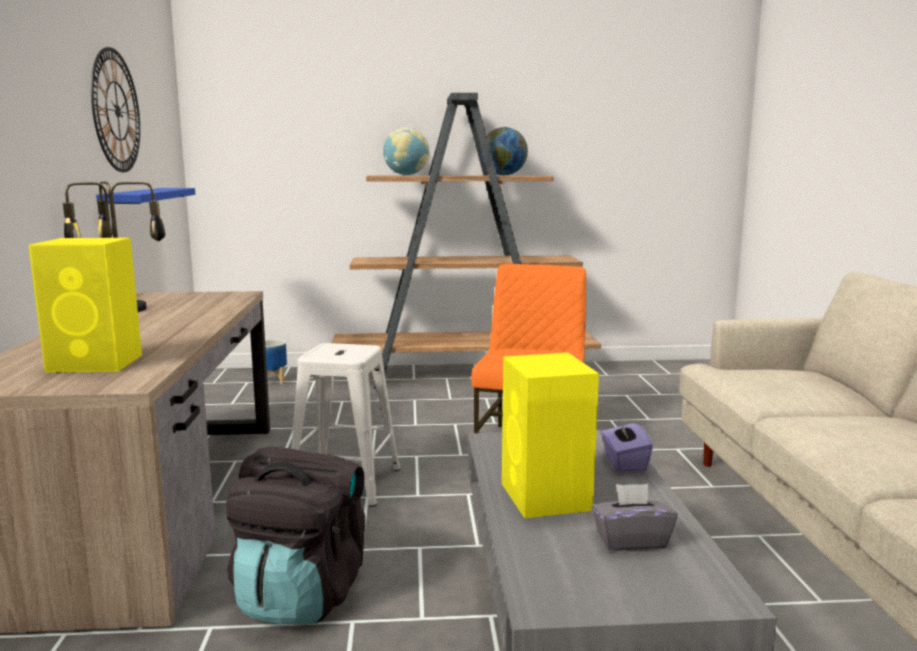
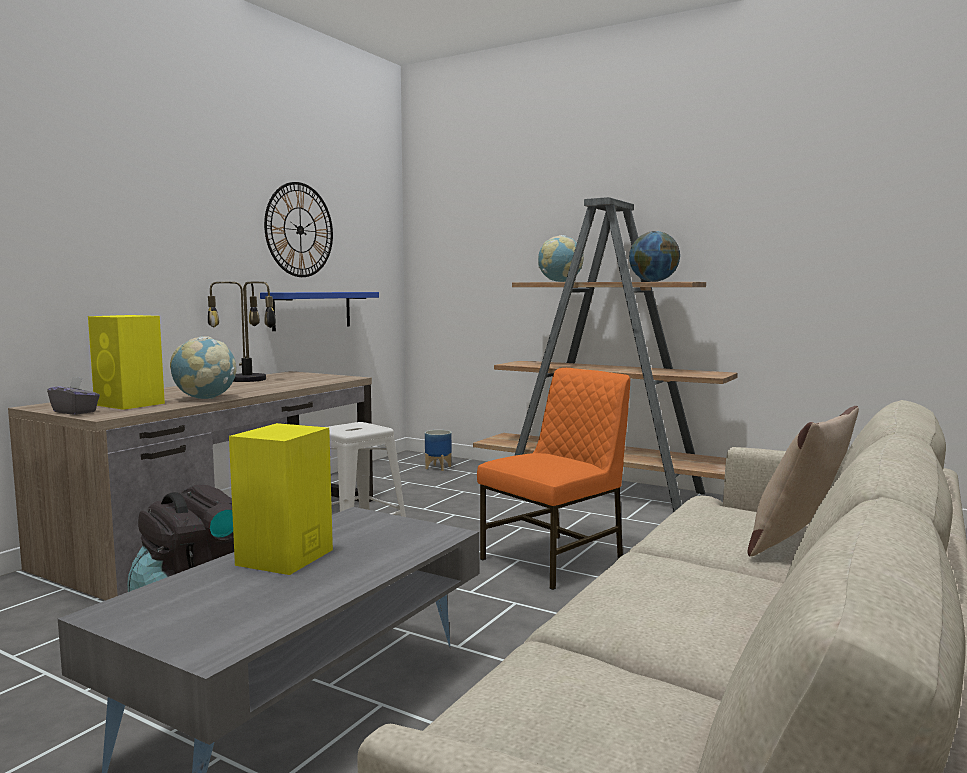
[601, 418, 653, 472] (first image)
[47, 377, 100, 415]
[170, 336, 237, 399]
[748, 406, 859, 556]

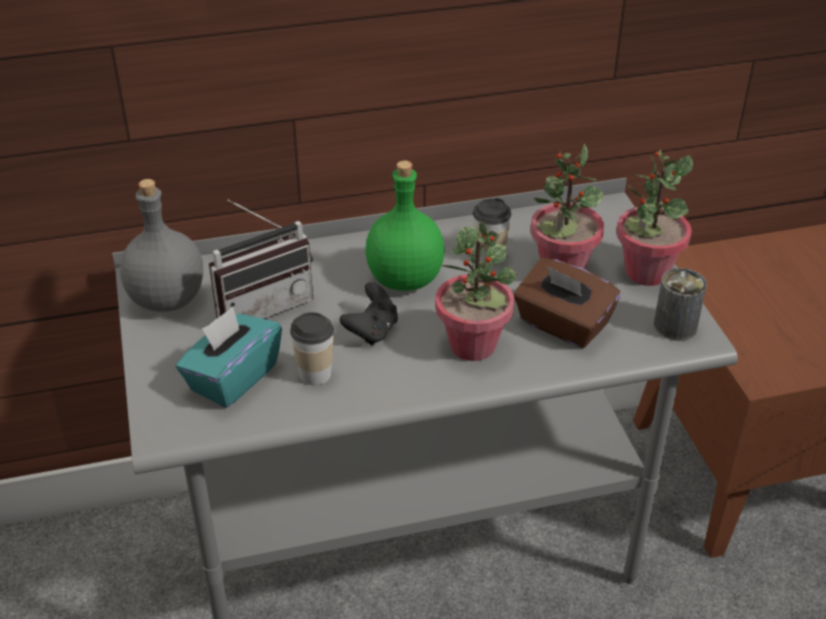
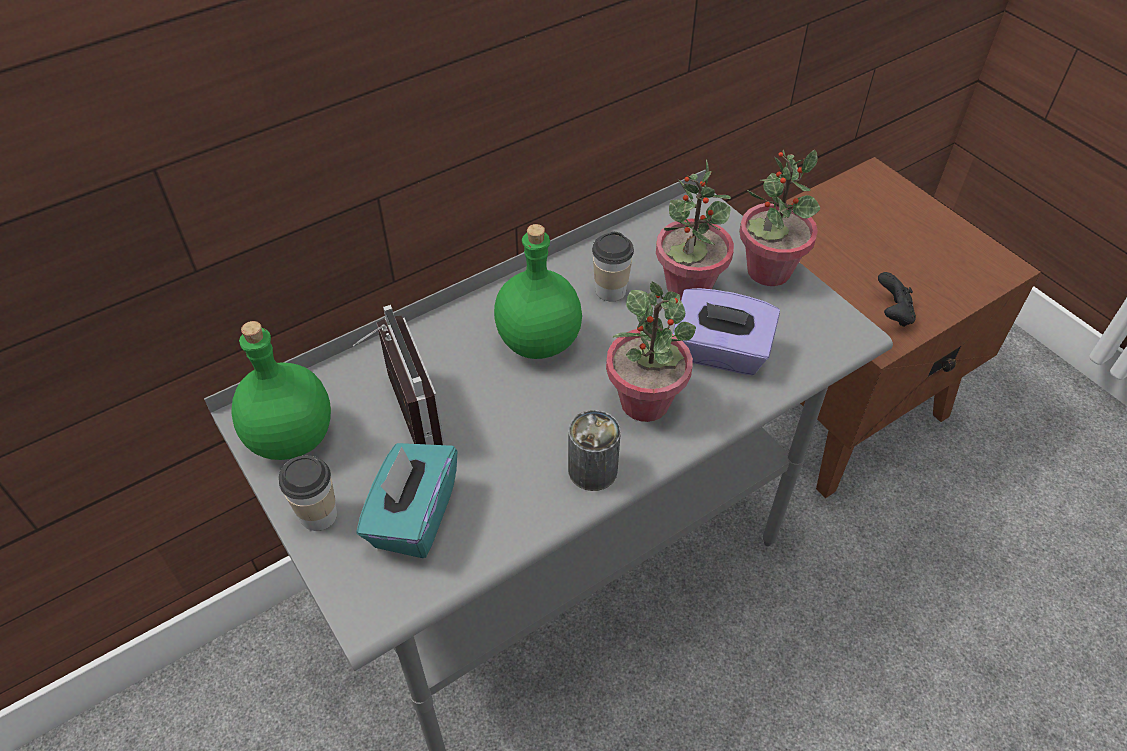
[231, 321, 331, 460]
[353, 305, 444, 445]
[672, 288, 780, 375]
[568, 410, 621, 491]
[878, 272, 916, 327]
[279, 455, 337, 531]

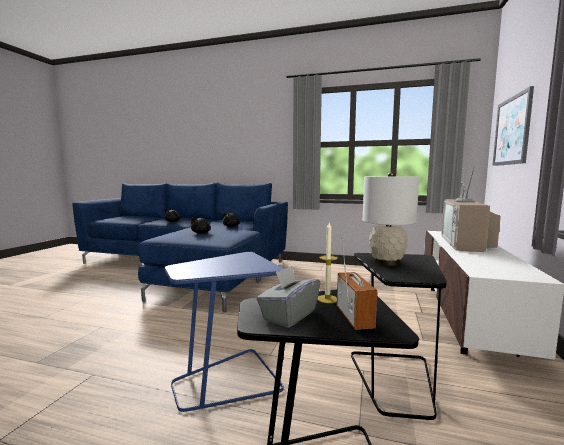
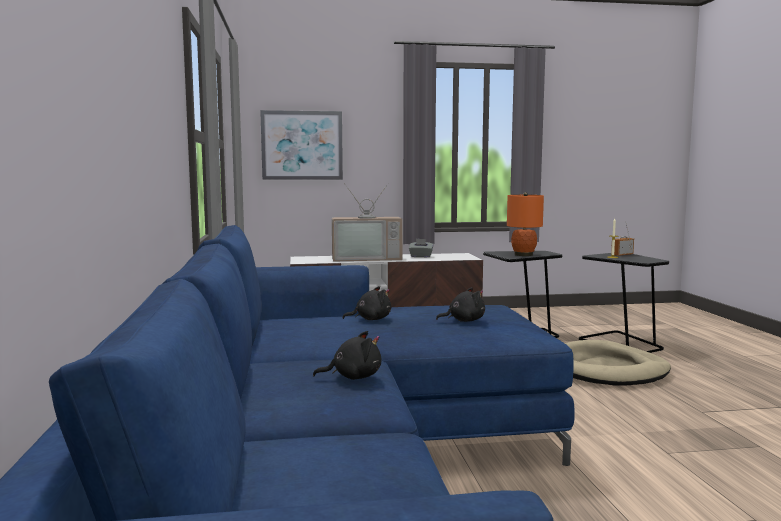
[507, 192, 544, 256]
[565, 340, 671, 385]
[409, 239, 433, 257]

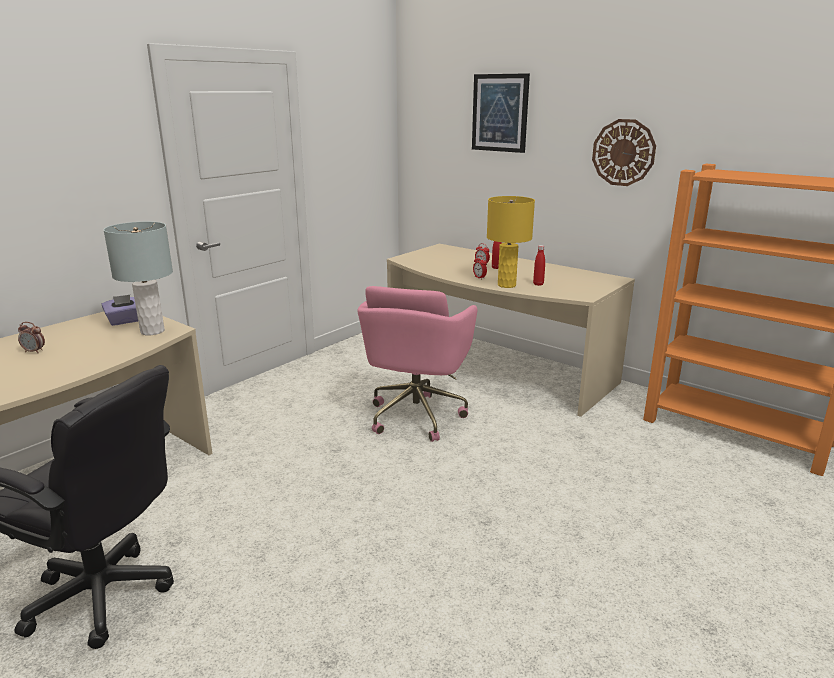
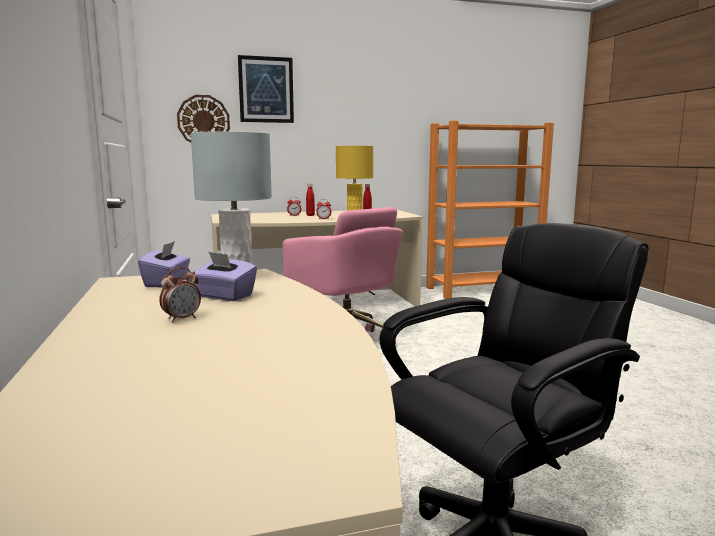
[177, 95, 230, 143]
[191, 252, 257, 301]

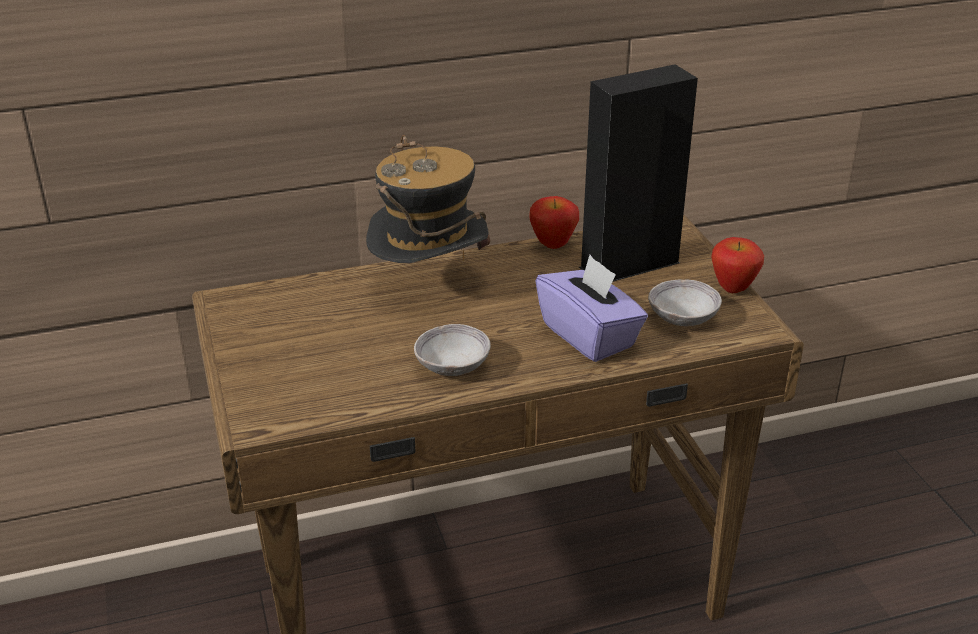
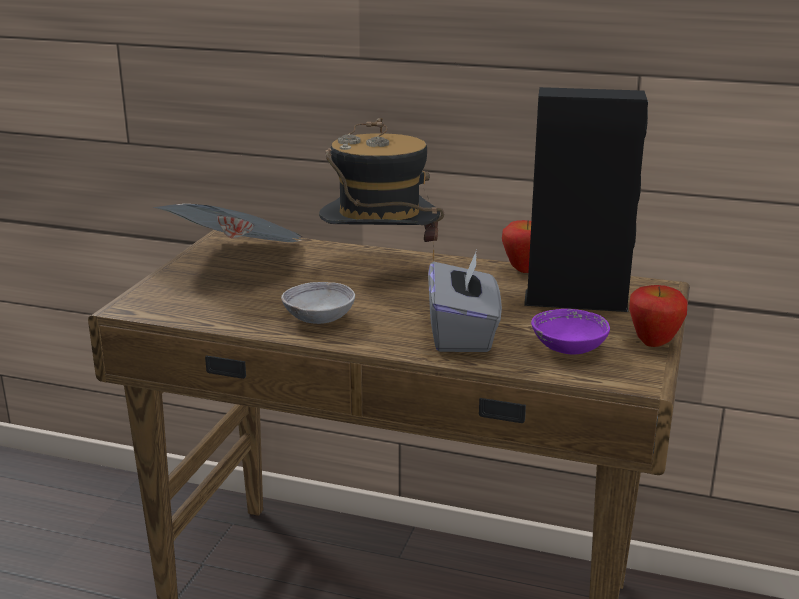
[428, 250, 502, 352]
[531, 309, 610, 354]
[153, 204, 304, 242]

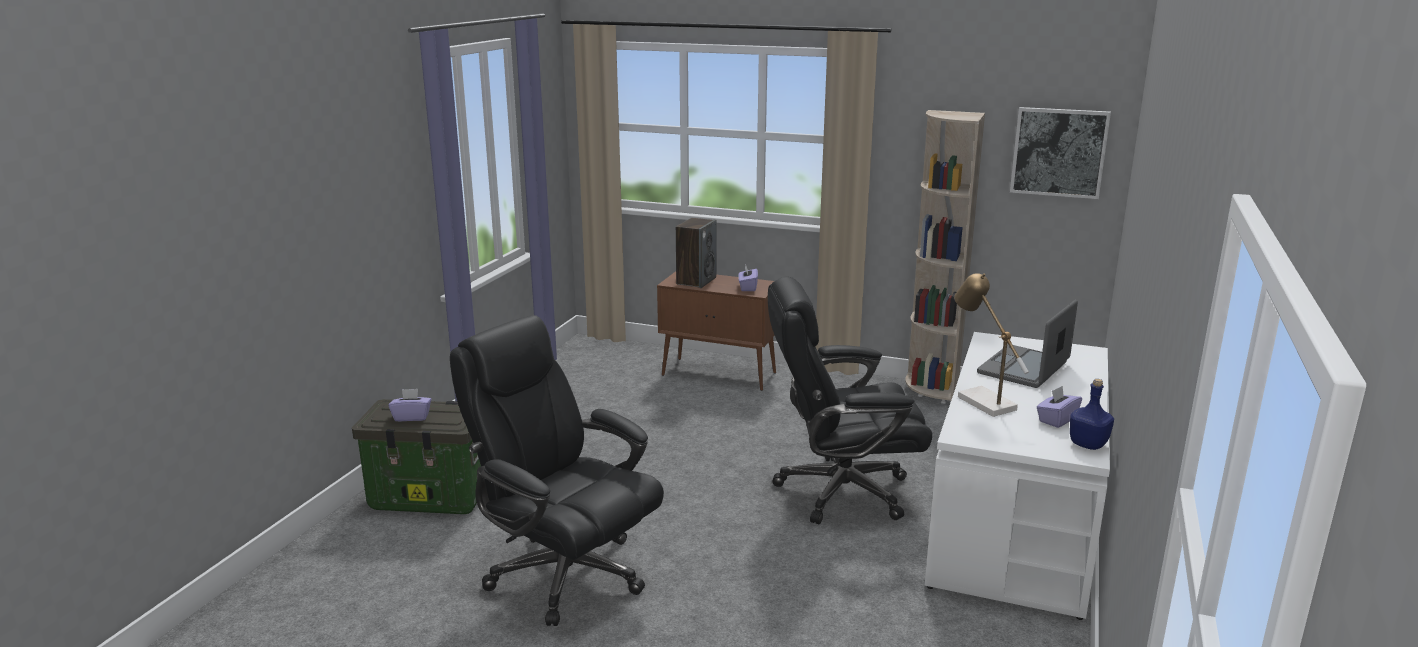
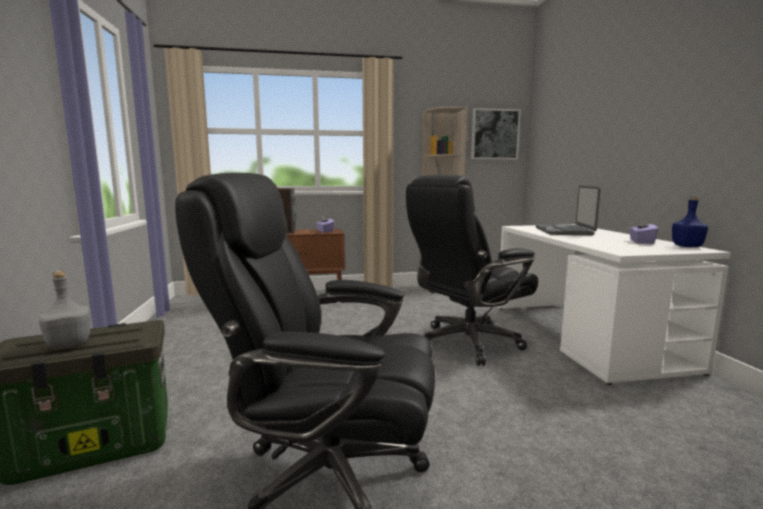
[954, 273, 1029, 417] (first image)
[38, 271, 90, 349]

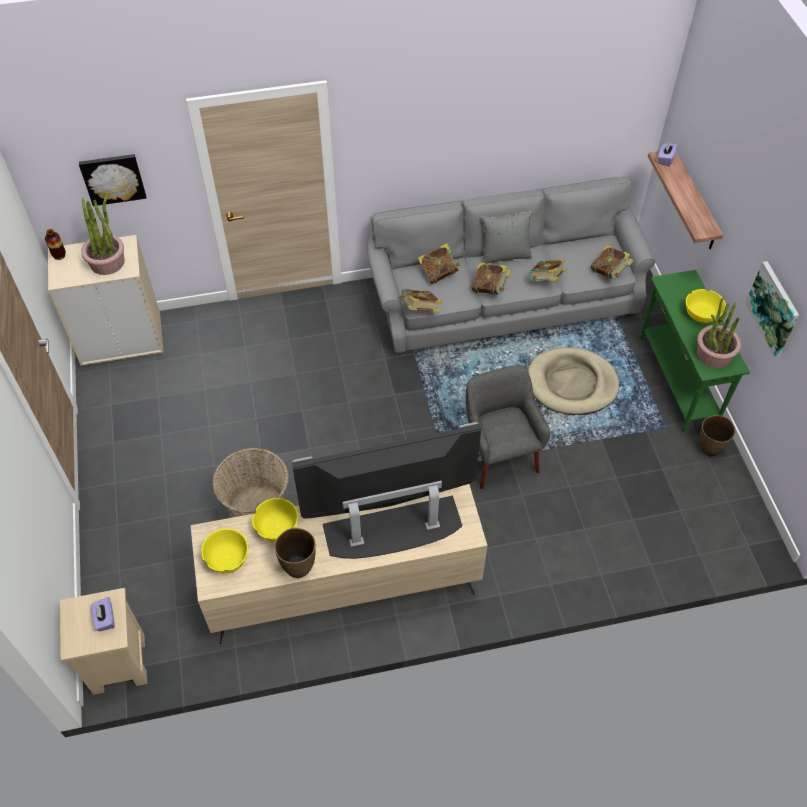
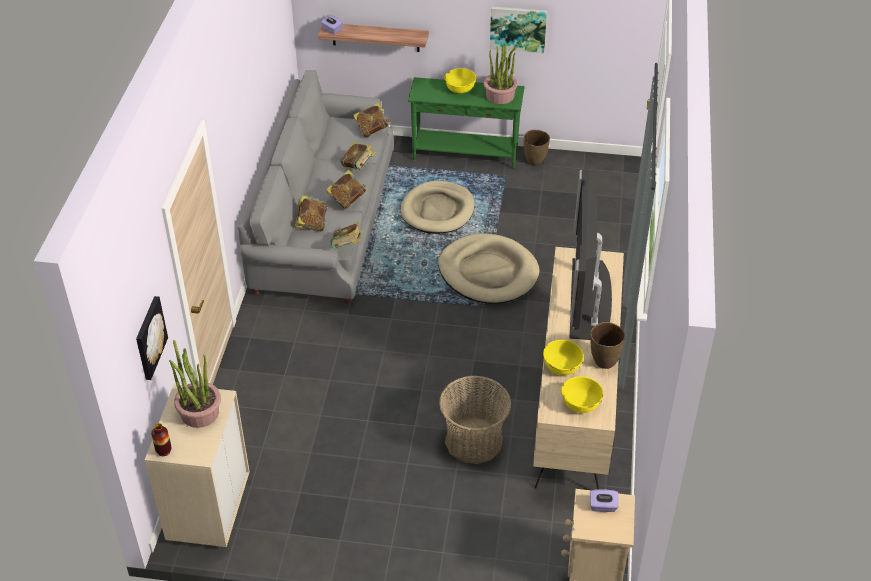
[481, 211, 532, 264] (first image)
[438, 234, 540, 304]

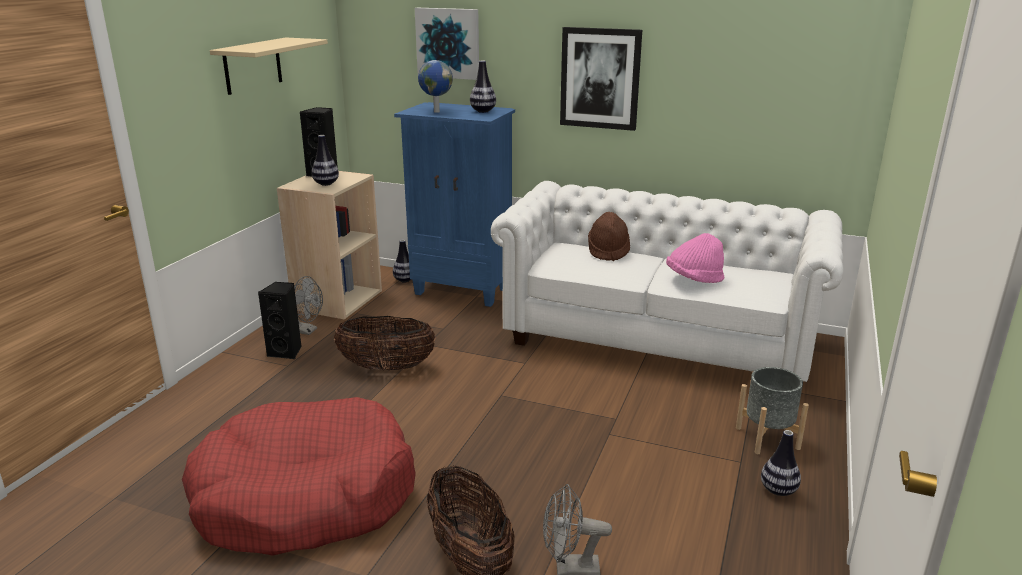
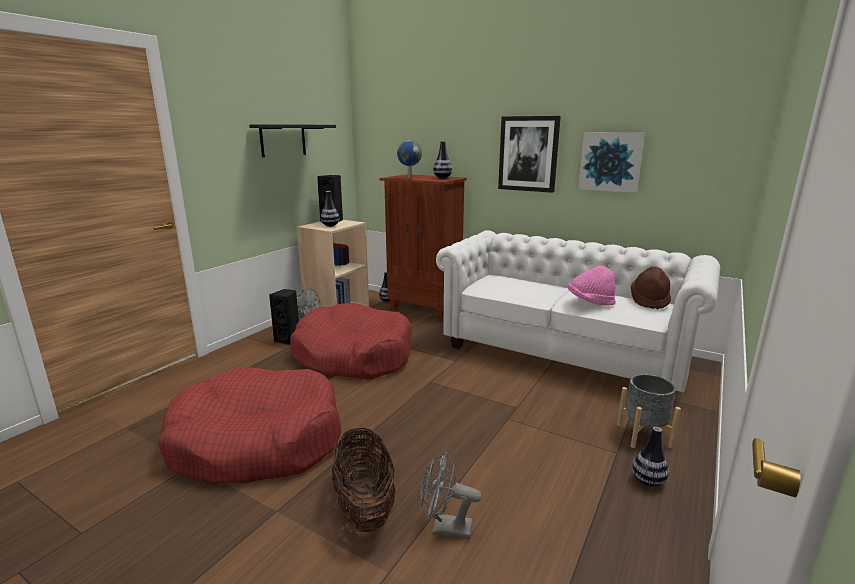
[578, 132, 645, 193]
[249, 124, 336, 157]
[380, 174, 467, 321]
[631, 266, 671, 309]
[290, 303, 412, 379]

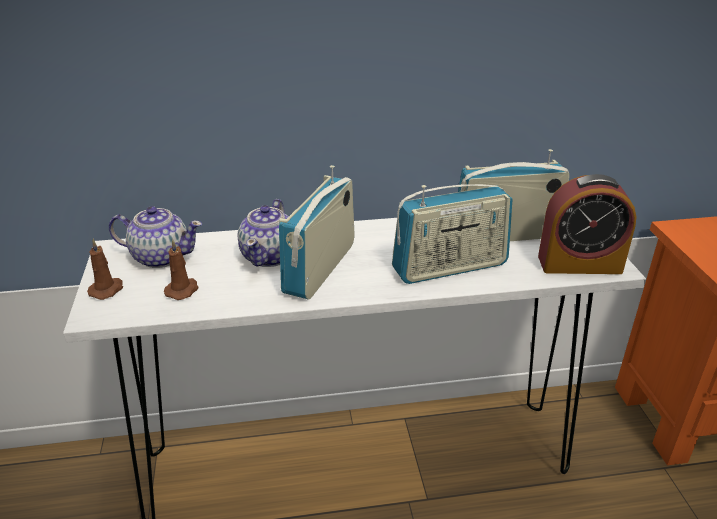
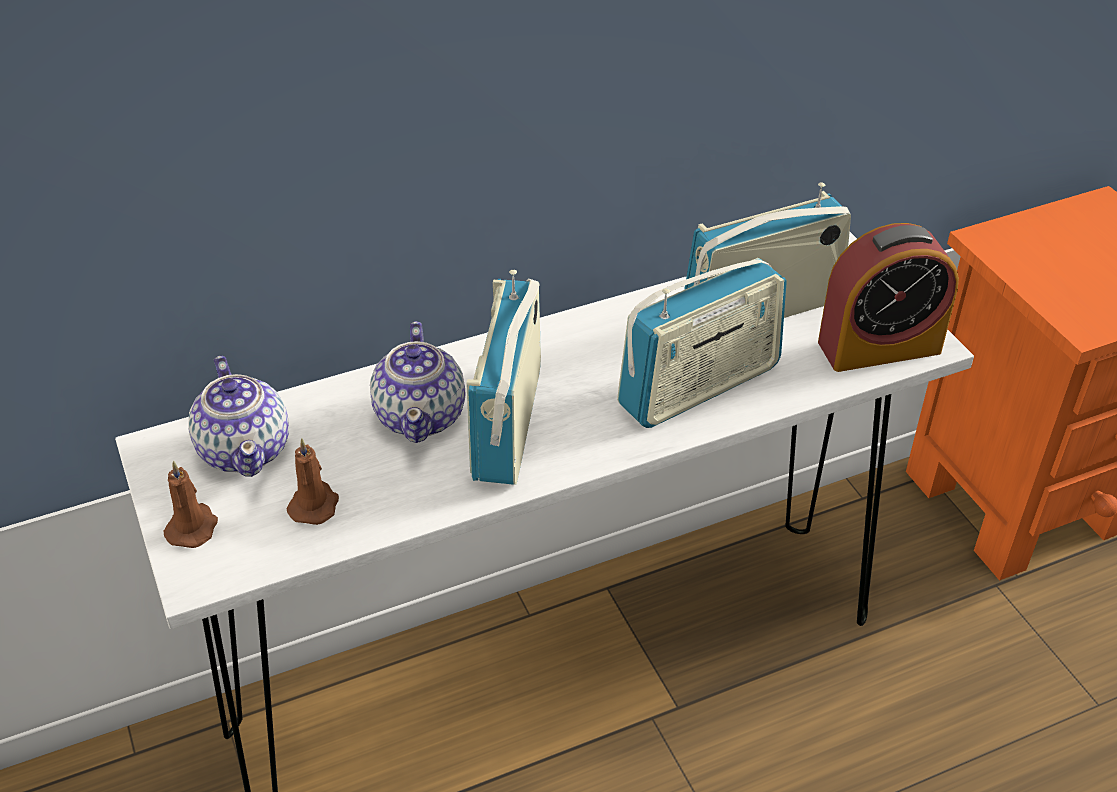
[188, 356, 289, 477]

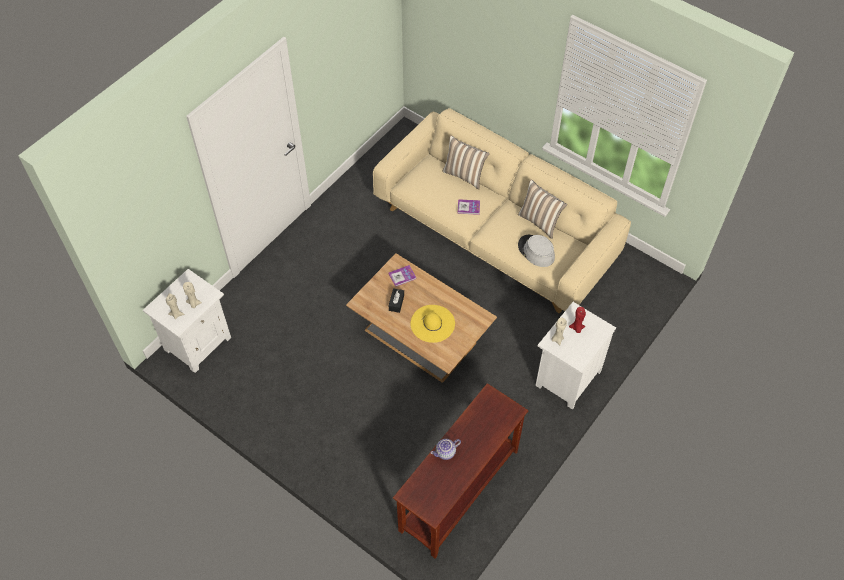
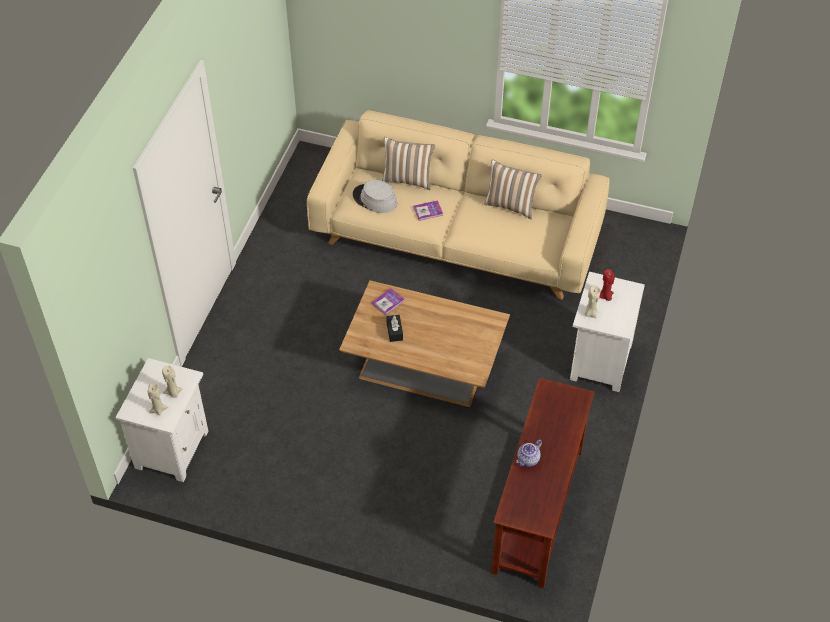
[353, 180, 397, 213]
[411, 305, 455, 343] (first image)

